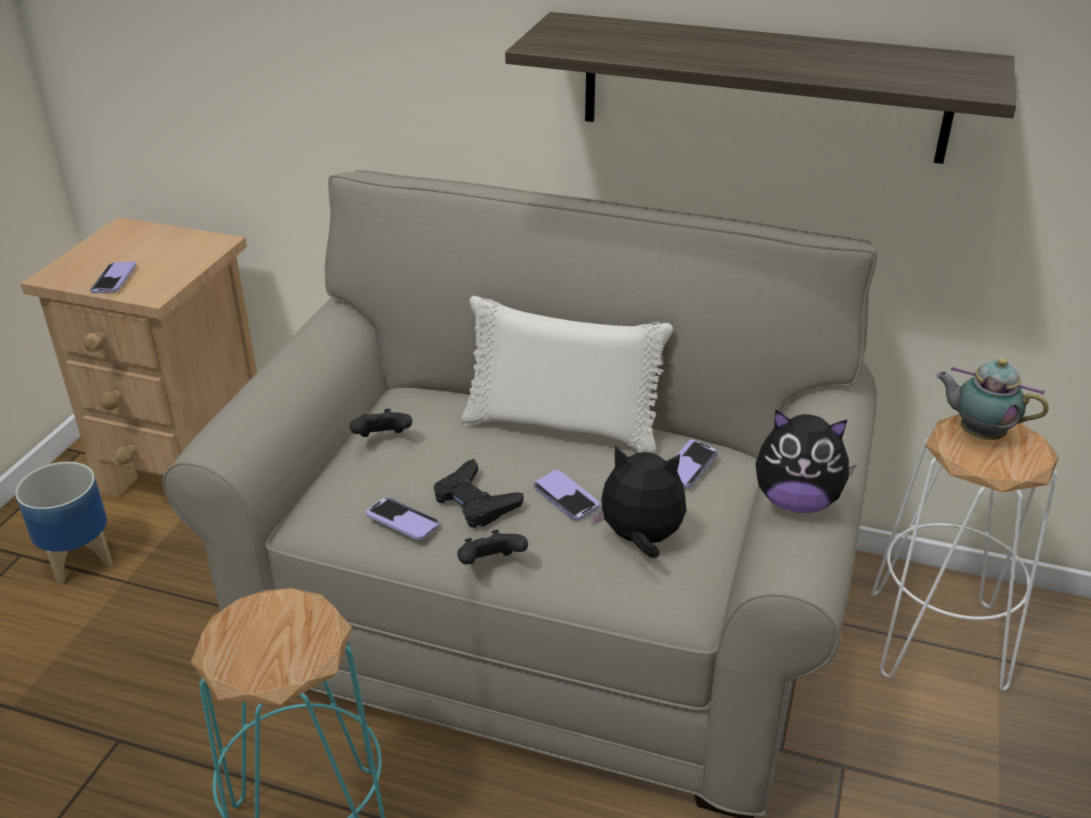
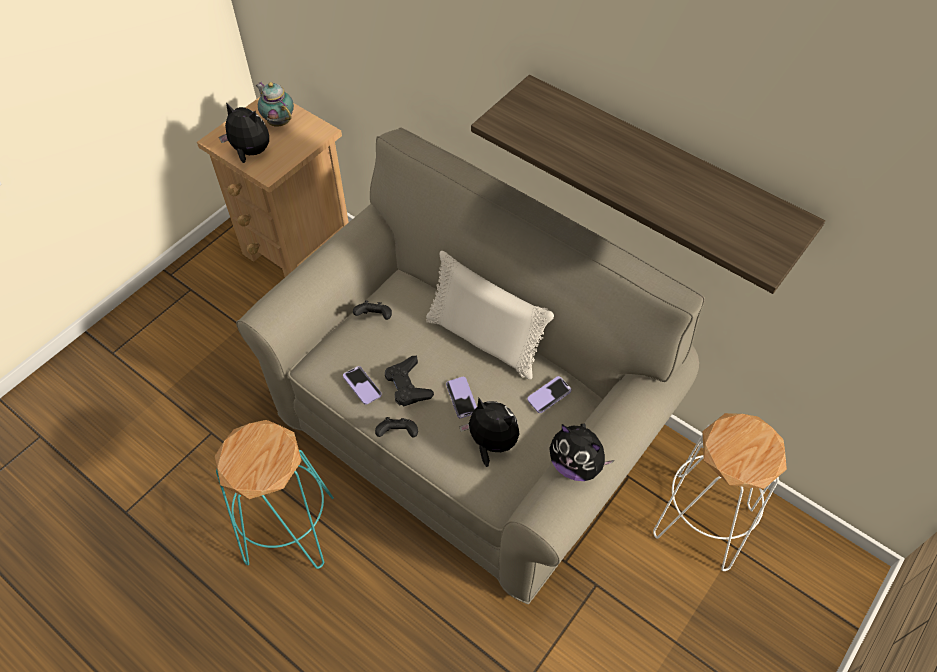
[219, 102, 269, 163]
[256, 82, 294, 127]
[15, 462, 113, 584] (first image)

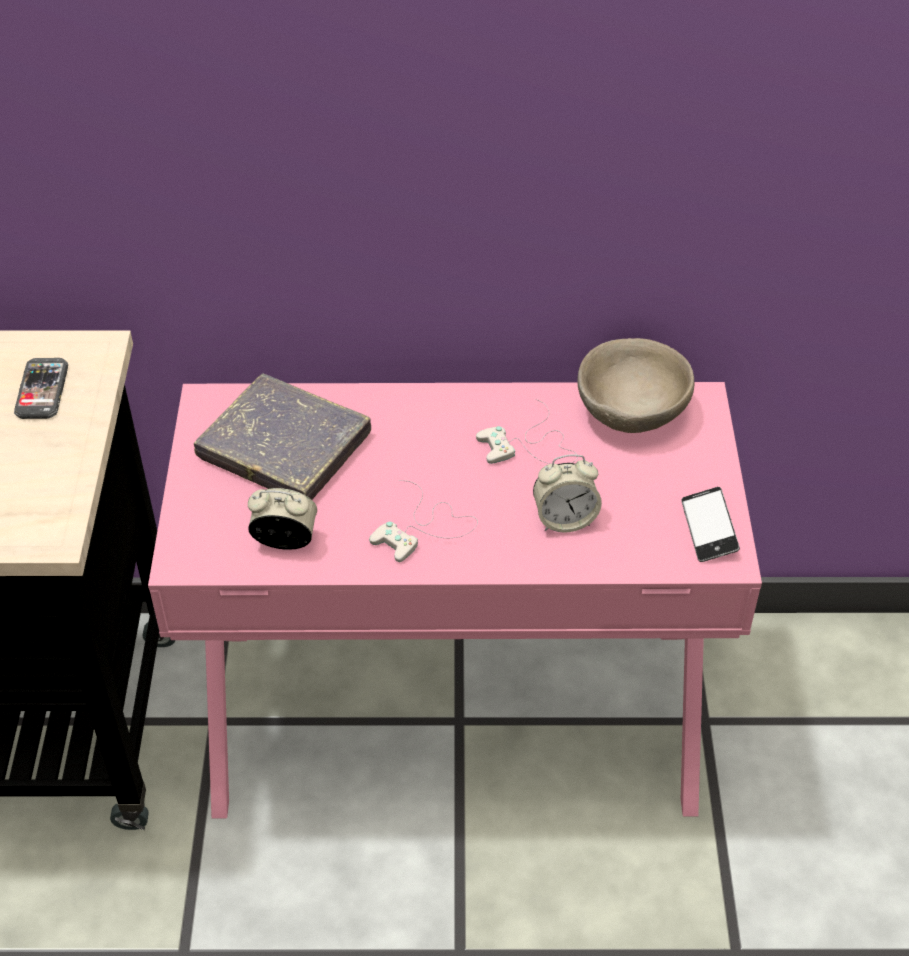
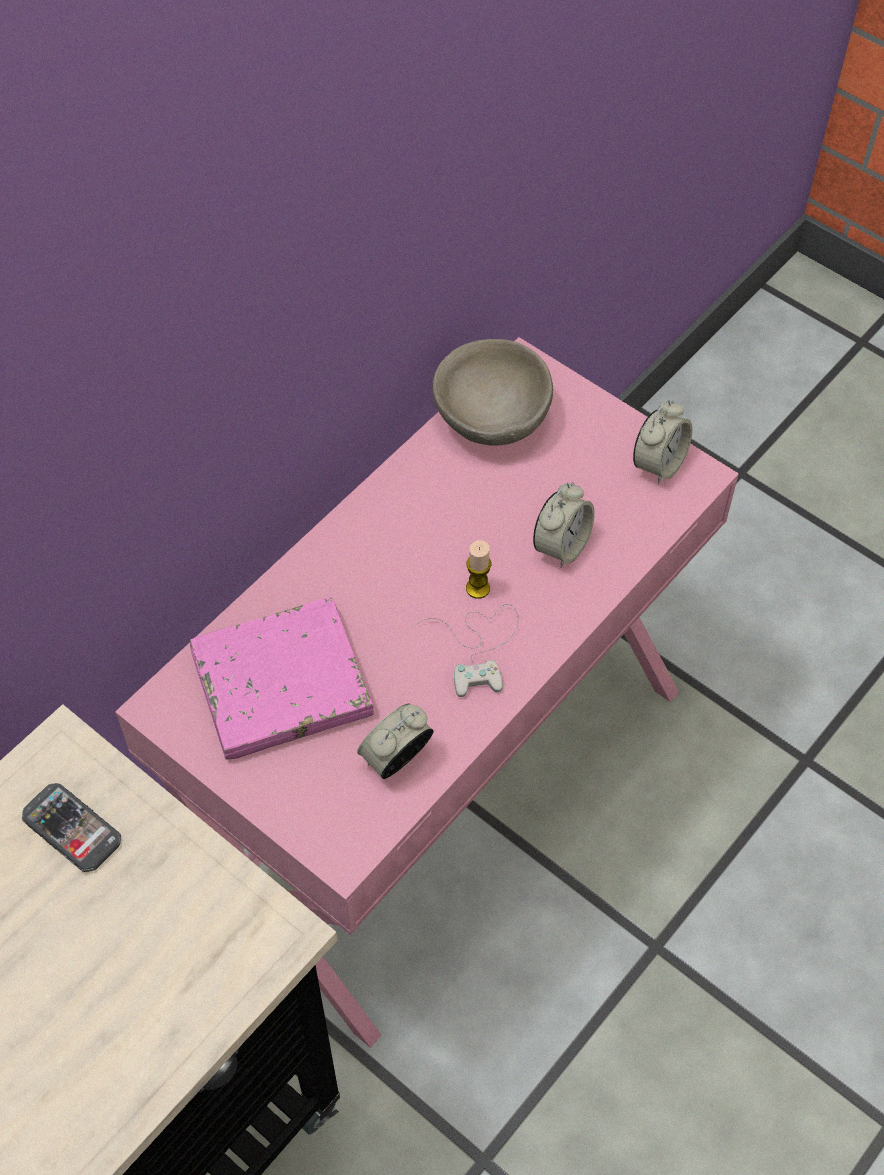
[190, 597, 374, 760]
[476, 399, 578, 464] (first image)
[633, 400, 693, 484]
[466, 540, 491, 599]

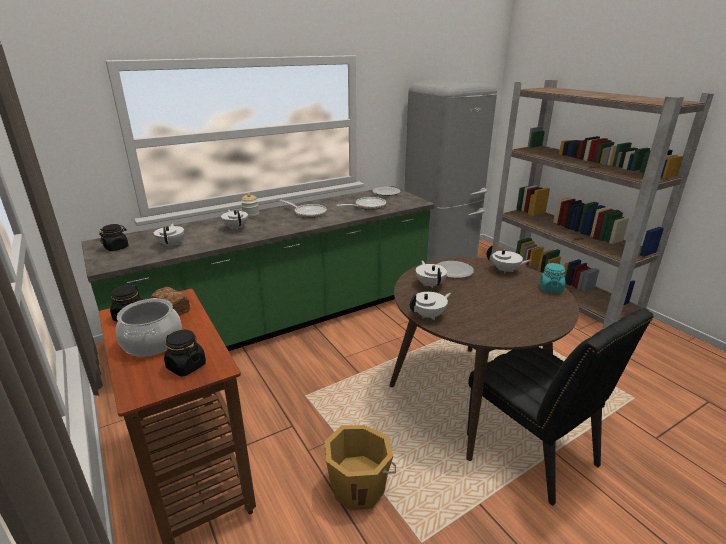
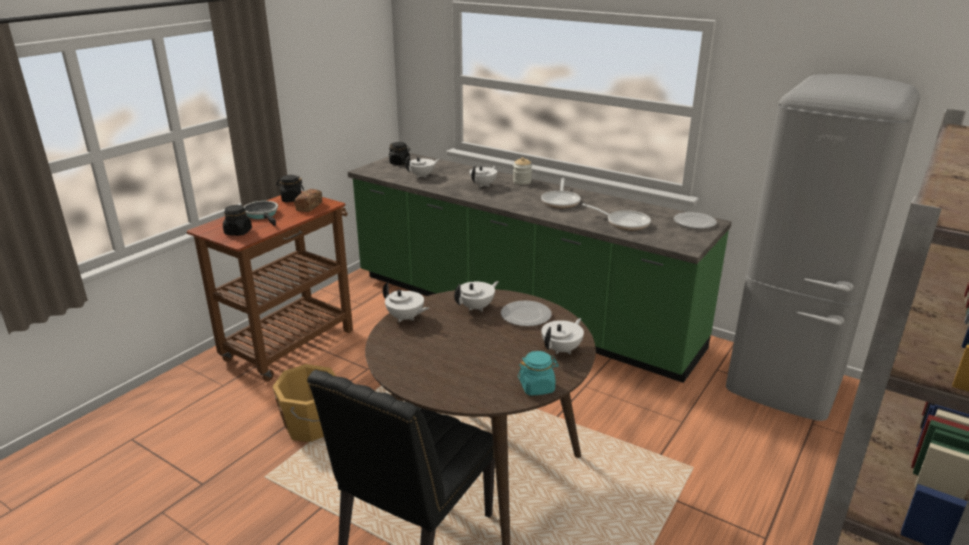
[541, 318, 584, 354]
[244, 201, 278, 226]

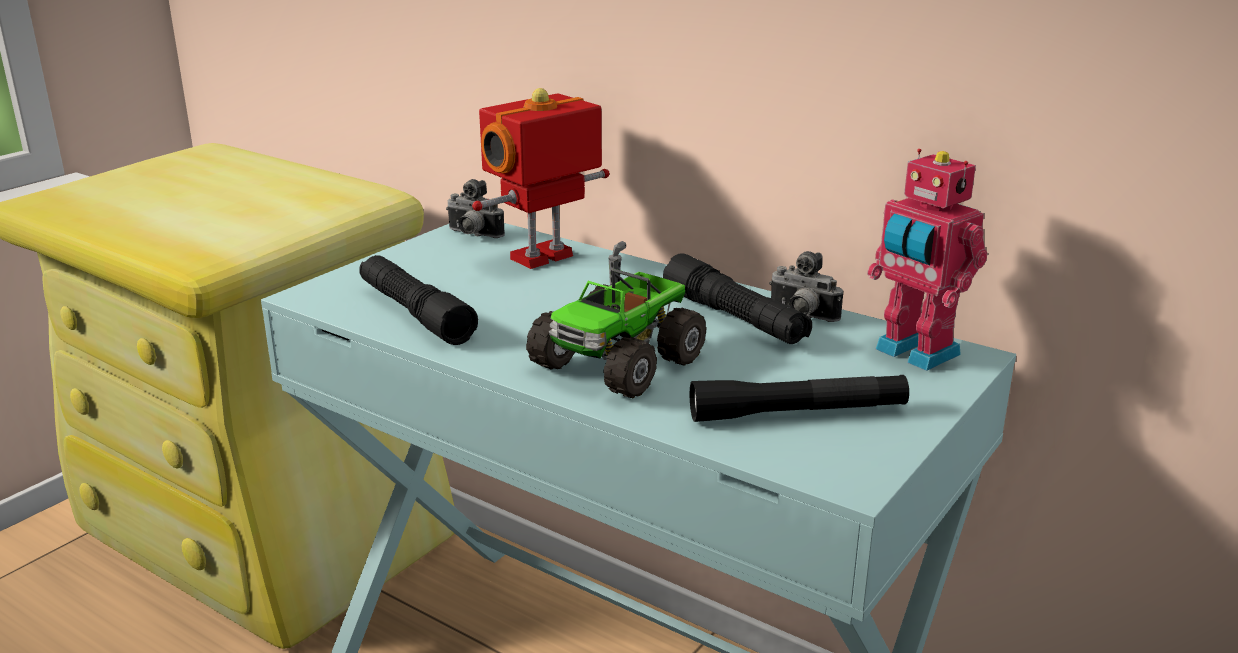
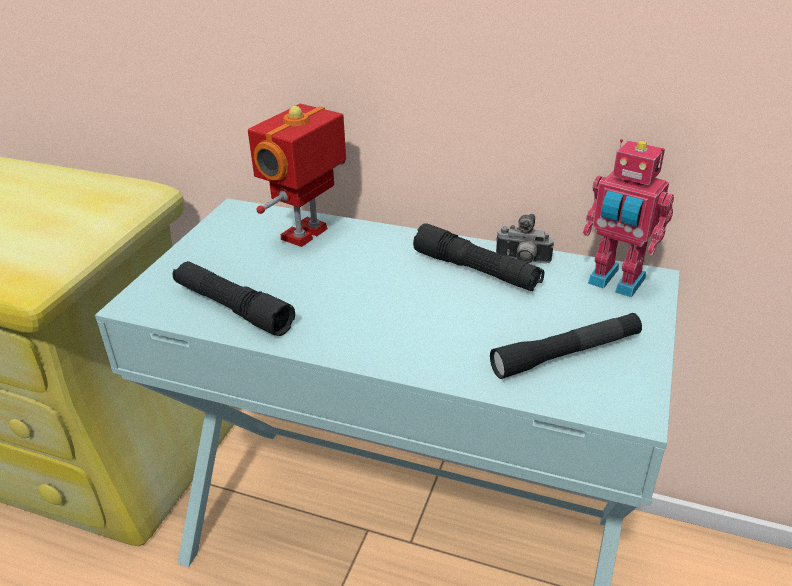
[446, 179, 505, 238] (first image)
[526, 241, 707, 399] (first image)

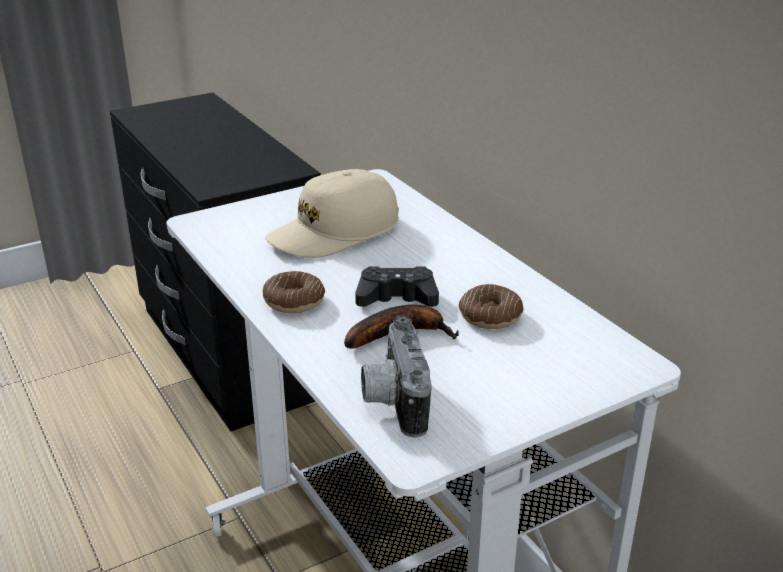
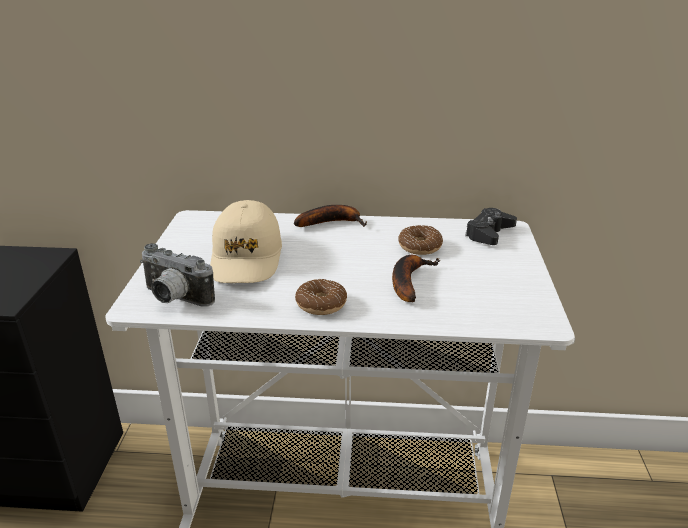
[465, 208, 517, 245]
[140, 243, 215, 307]
[294, 205, 367, 227]

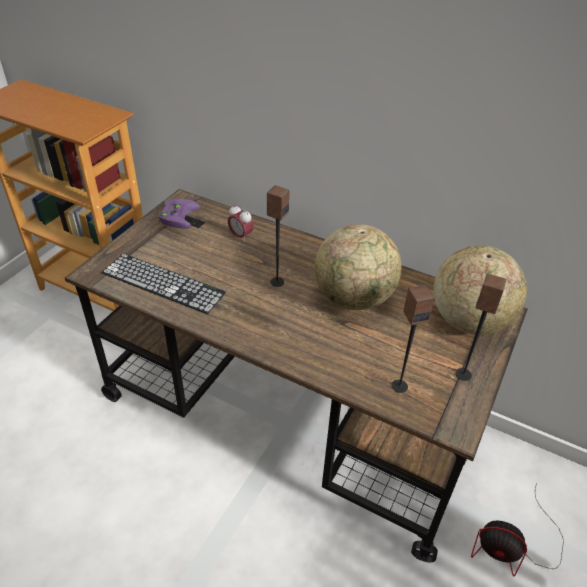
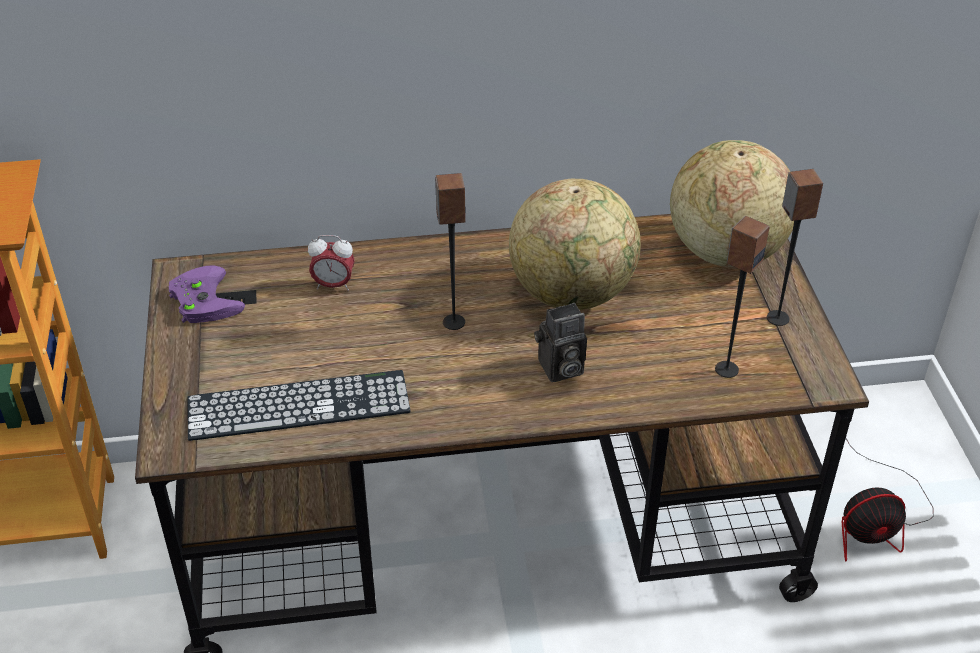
[534, 303, 587, 382]

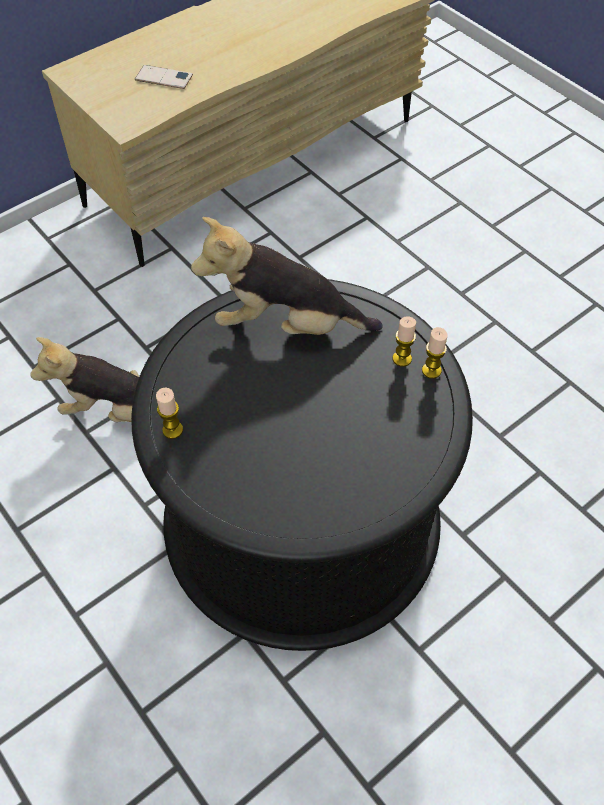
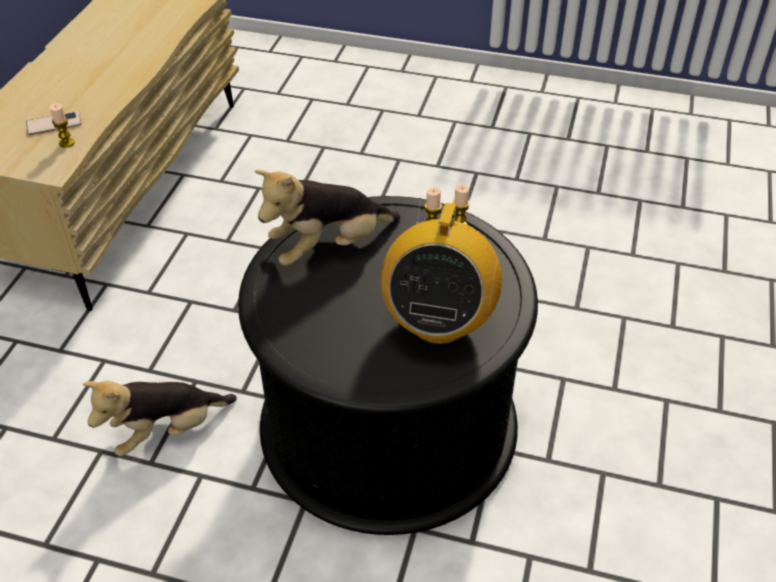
[49, 103, 74, 148]
[381, 198, 502, 345]

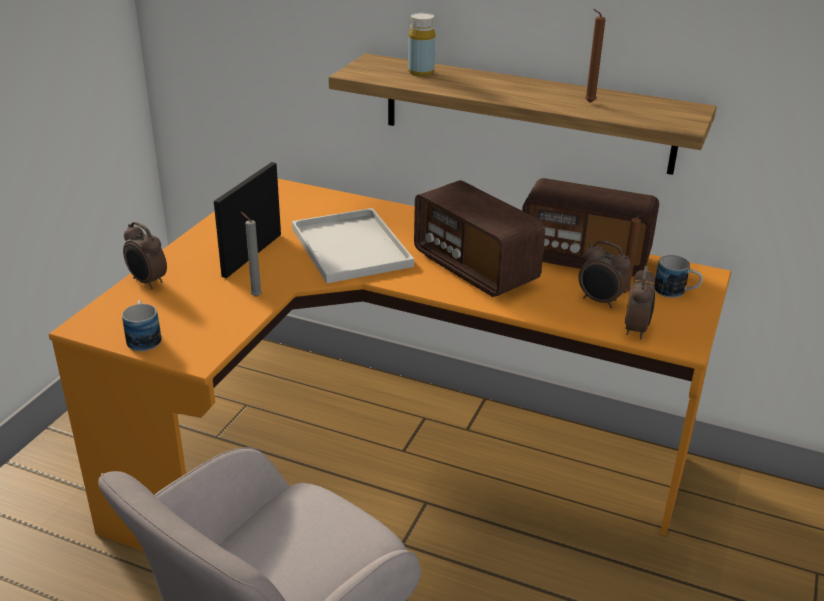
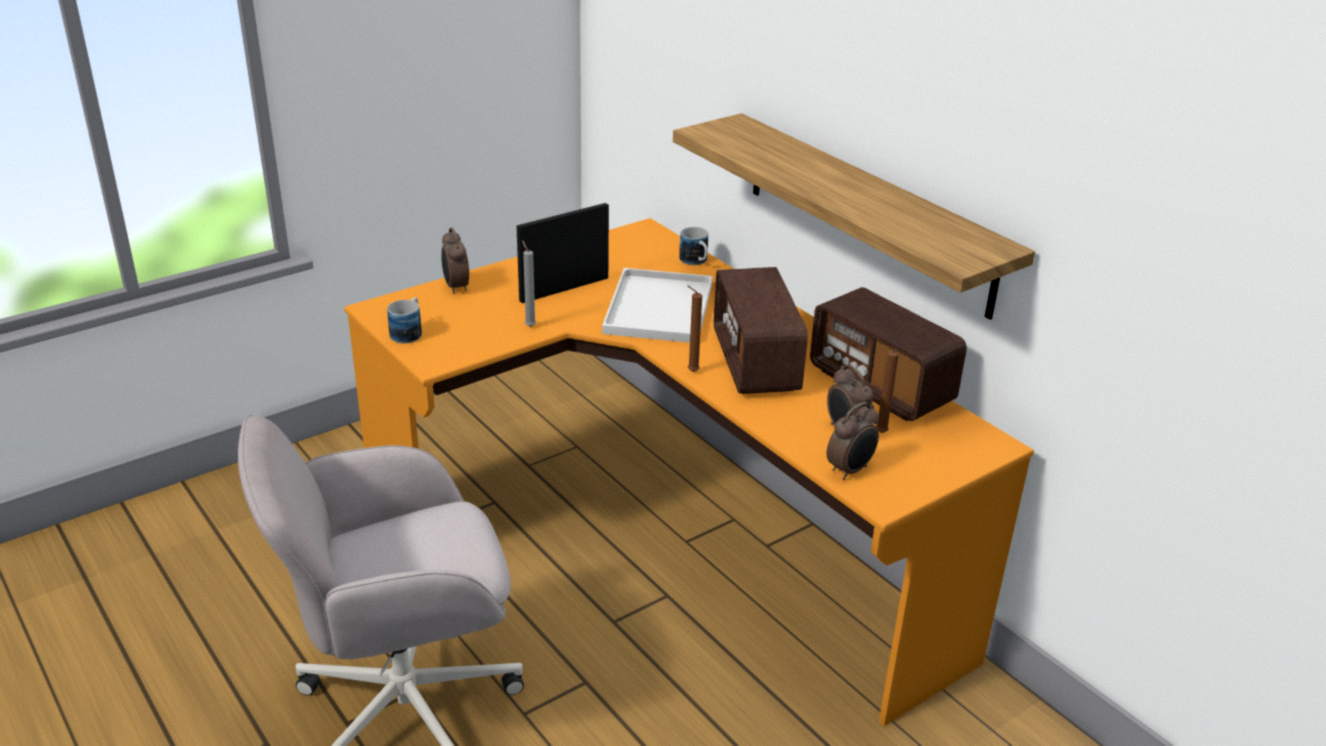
[687, 285, 702, 372]
[408, 13, 436, 76] (first image)
[679, 227, 708, 265]

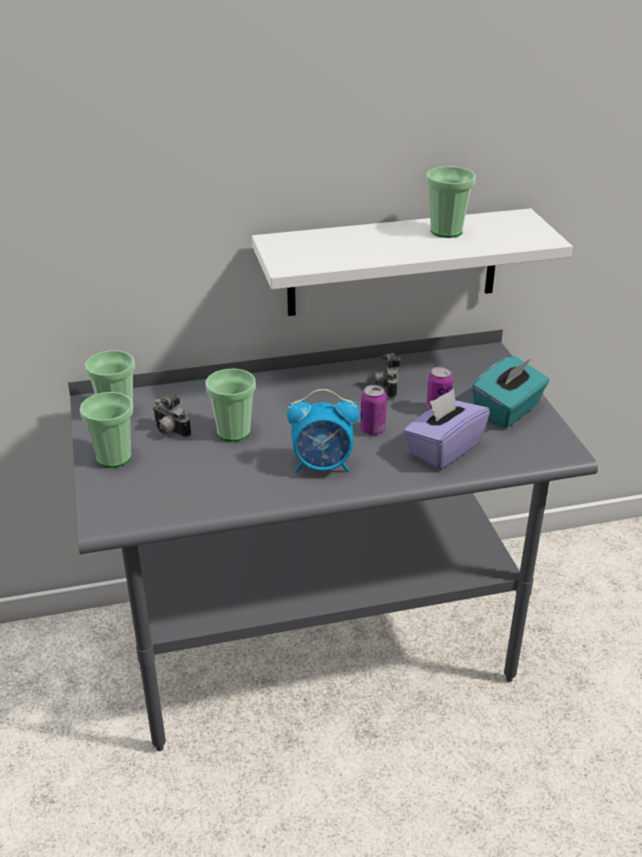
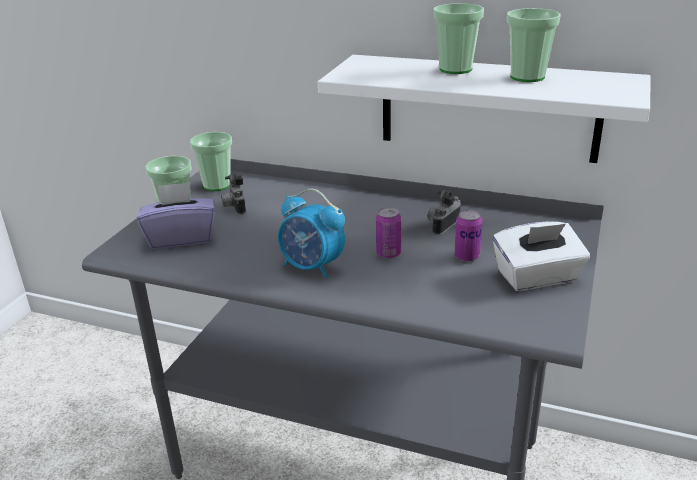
[493, 221, 590, 291]
[434, 3, 484, 74]
[137, 182, 215, 249]

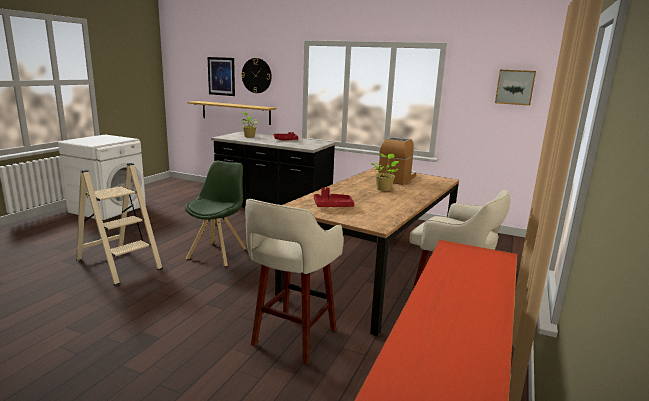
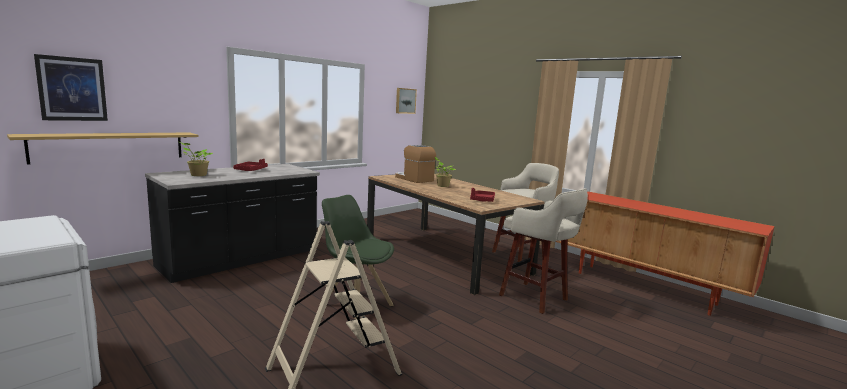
[241, 58, 272, 93] (first image)

